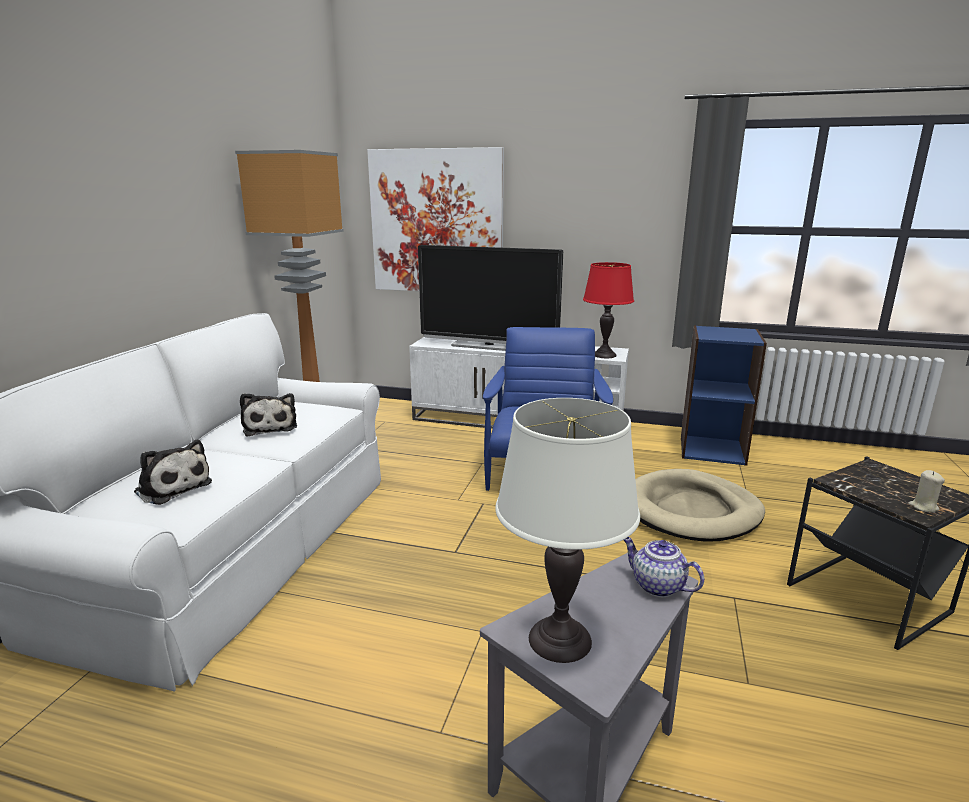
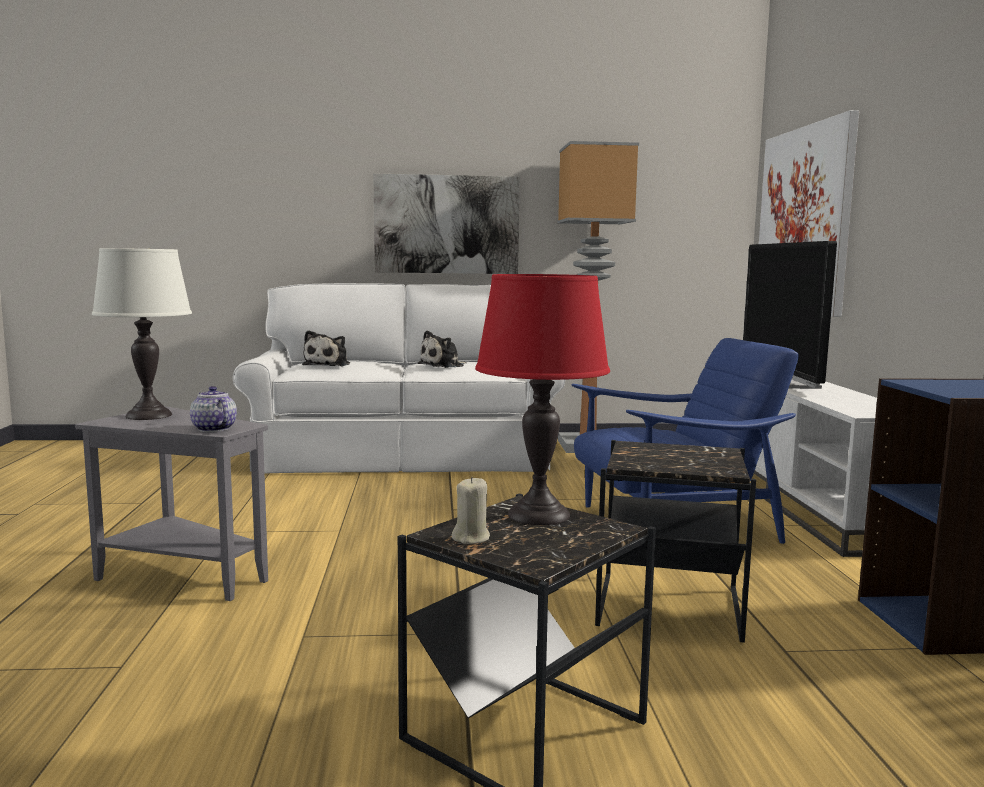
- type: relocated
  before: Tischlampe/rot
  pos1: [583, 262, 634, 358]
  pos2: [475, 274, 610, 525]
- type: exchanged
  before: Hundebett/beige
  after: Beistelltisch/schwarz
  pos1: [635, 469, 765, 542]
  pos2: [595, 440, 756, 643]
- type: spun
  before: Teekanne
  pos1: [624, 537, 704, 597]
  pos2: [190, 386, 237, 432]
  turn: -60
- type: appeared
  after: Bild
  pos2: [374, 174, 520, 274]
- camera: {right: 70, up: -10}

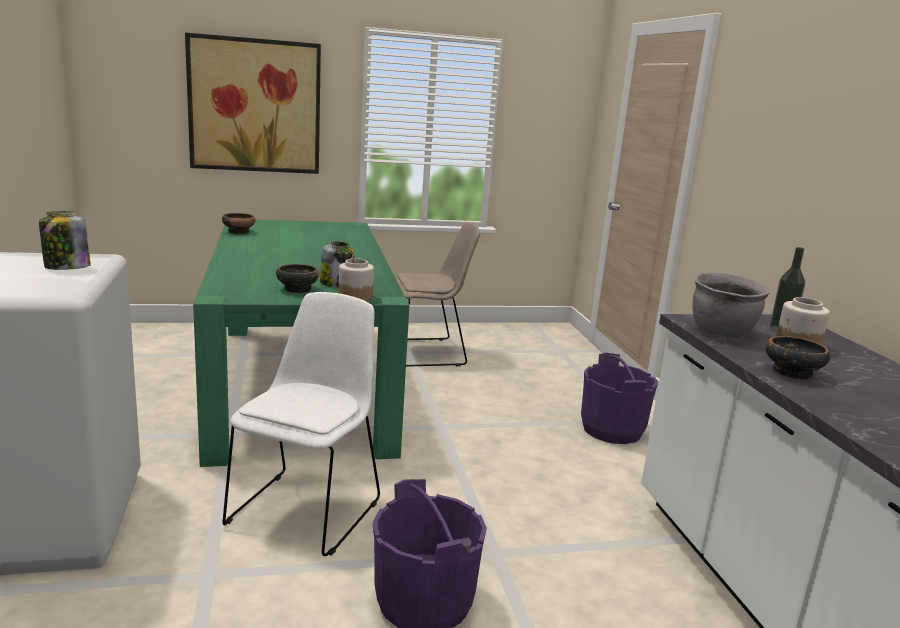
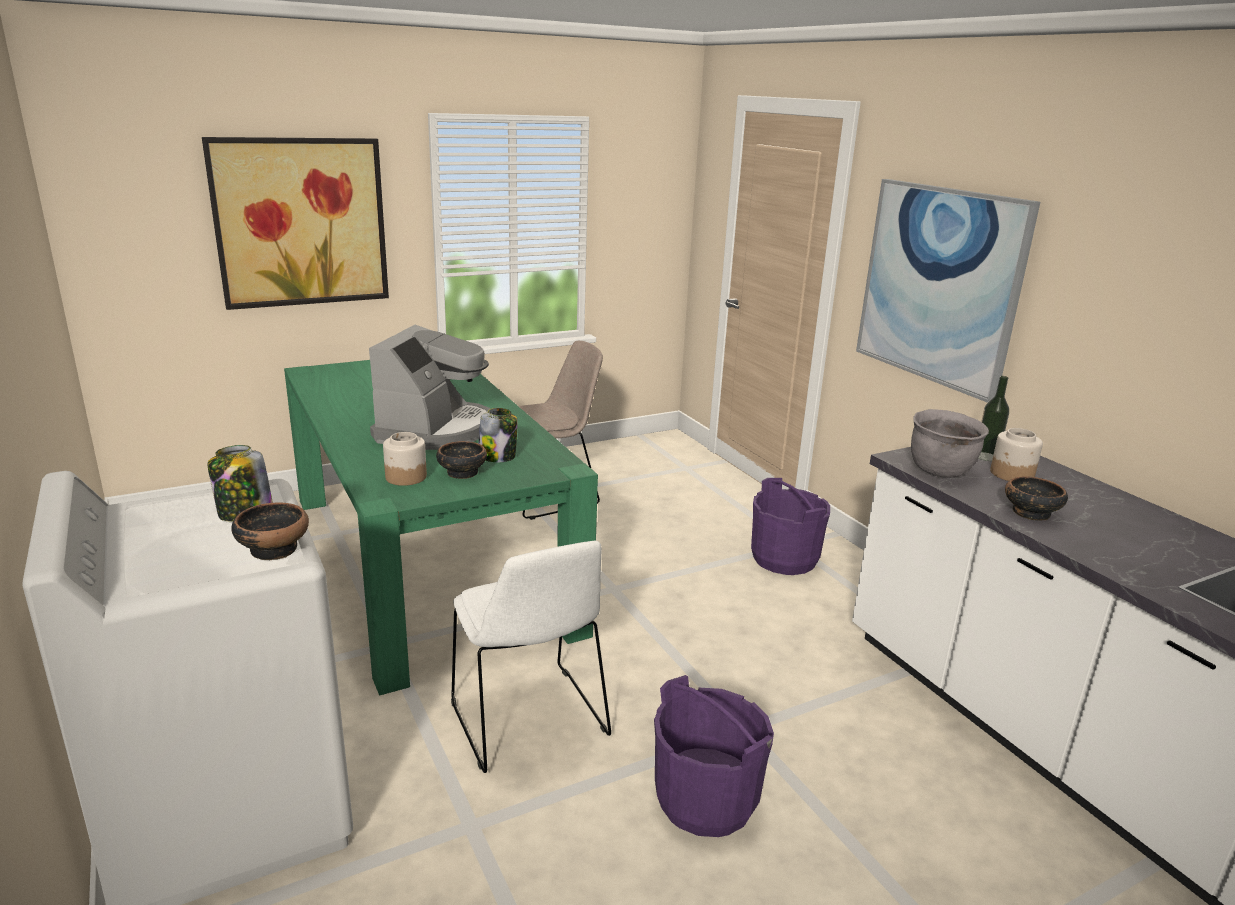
- type: relocated
  before: Schüssel
  pos1: [222, 213, 256, 234]
  pos2: [231, 503, 309, 560]
- type: relocated
  before: Vorratsglas
  pos1: [338, 258, 374, 302]
  pos2: [383, 432, 427, 486]
- type: spun
  before: Stuhl/weiß
  pos1: [223, 292, 380, 556]
  pos2: [451, 540, 611, 773]
  turn: 150
- type: appeared
  after: Bild
  pos2: [856, 179, 1040, 403]
- type: appeared
  after: Kaffeemaschine
  pos2: [369, 325, 490, 450]
- camera: {right: -15, up: 5}

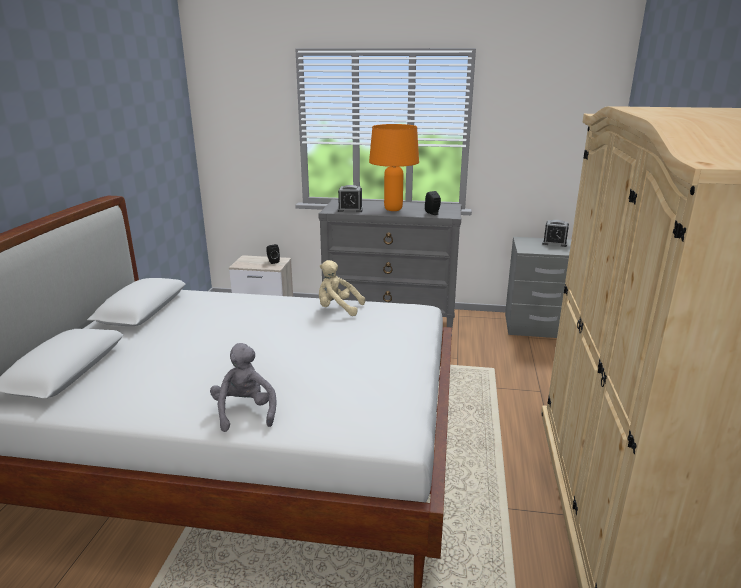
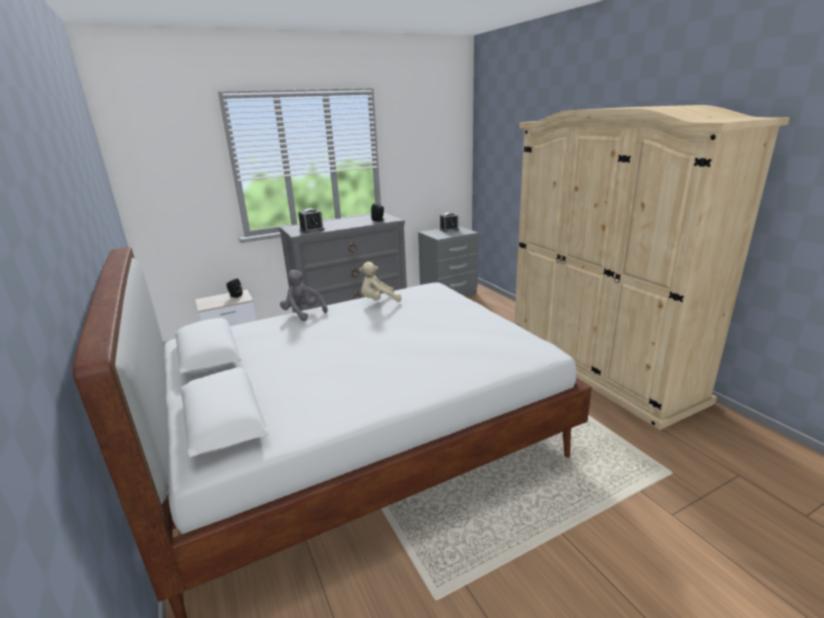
- type: missing
  before: Tischlampe/orange
  pos1: [369, 124, 419, 211]
- type: relocated
  before: Plüschtier/grau
  pos1: [210, 343, 277, 432]
  pos2: [280, 270, 328, 321]
- camera: {right: -35, up: 0}

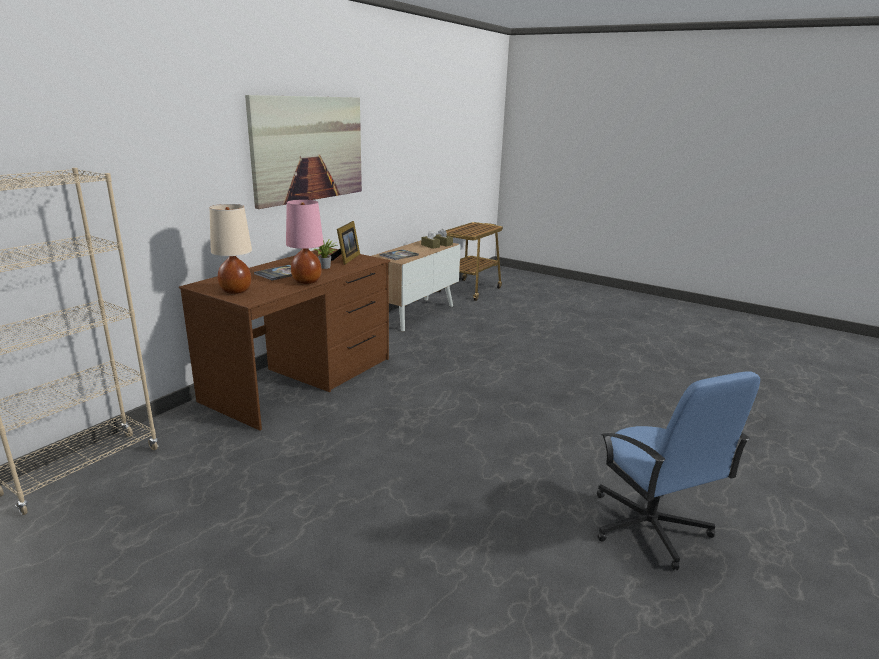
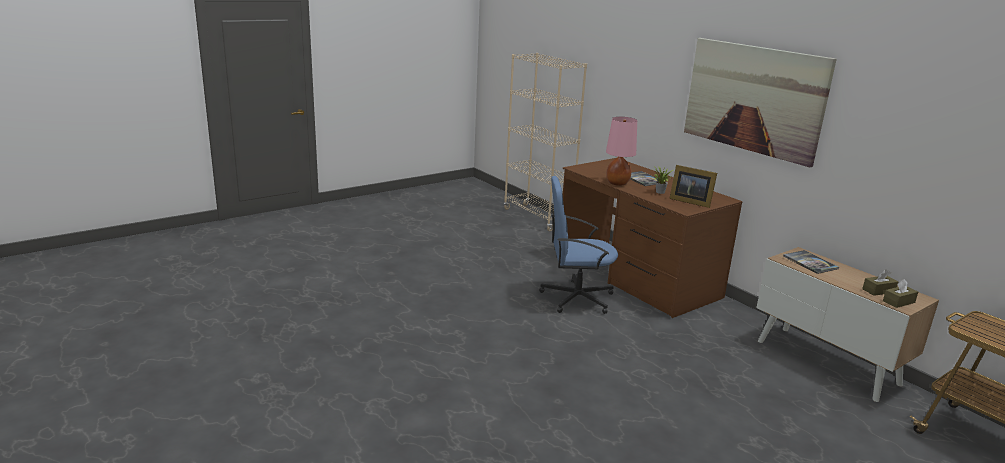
- type: missing
  before: Tischlampe/beige
  pos1: [210, 204, 252, 294]
- type: relocated
  before: Bürostuhl/blau
  pos1: [597, 371, 760, 570]
  pos2: [539, 176, 618, 314]
- camera: {right: 110, up: 0}

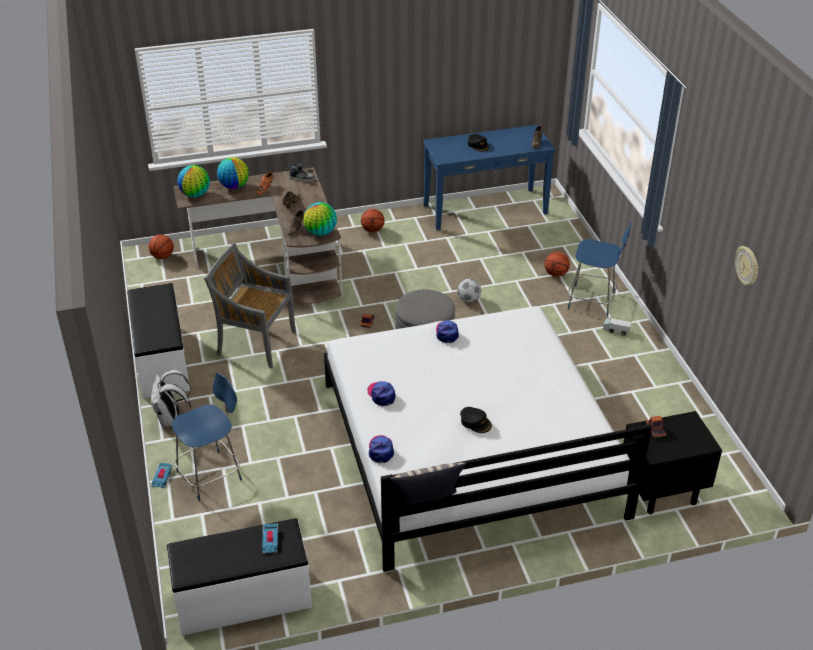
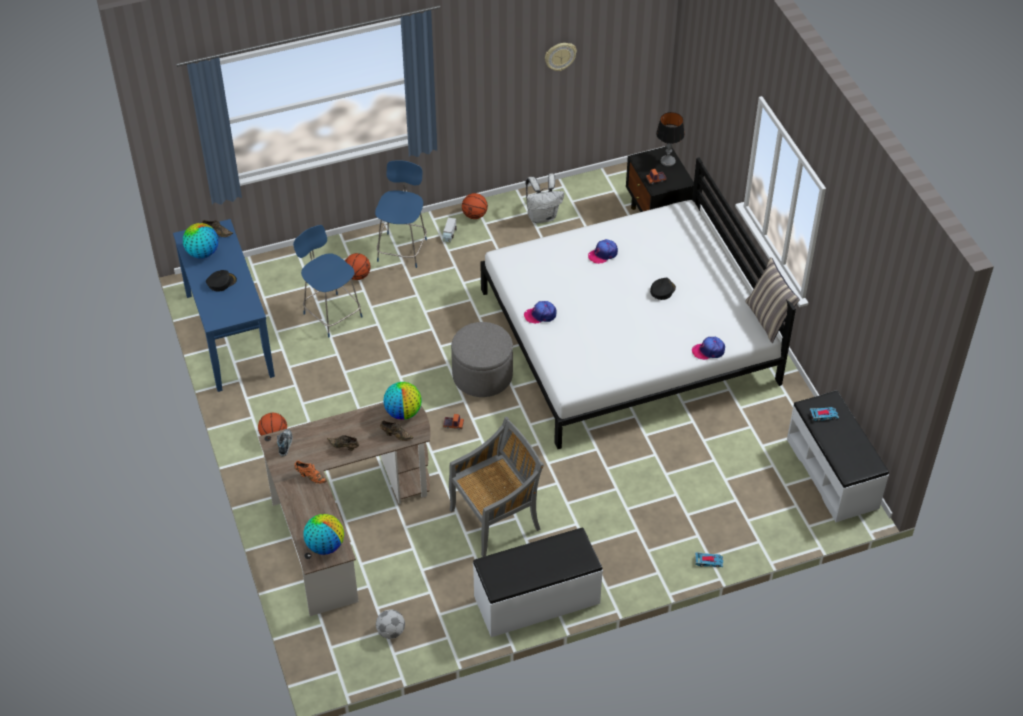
- type: relocated
  before: Globus
  pos1: [217, 157, 249, 189]
  pos2: [183, 223, 218, 259]
- type: relocated
  before: Basketball
  pos1: [148, 235, 174, 259]
  pos2: [462, 193, 488, 219]
- type: spun
  before: Stuhl/grau
  pos1: [204, 243, 296, 368]
  pos2: [449, 417, 544, 557]
  turn: -135
- type: relocated
  before: Fußball
  pos1: [458, 279, 481, 302]
  pos2: [376, 609, 405, 639]
- type: relocated
  before: Rucksack/weiß
  pos1: [151, 370, 191, 427]
  pos2: [526, 173, 564, 223]
- type: relocated
  before: Hocker/blau
  pos1: [172, 372, 242, 501]
  pos2: [293, 225, 363, 338]
- type: relocated
  before: Kappe
  pos1: [367, 381, 395, 406]
  pos2: [588, 239, 618, 264]
- type: appeared
  after: Tischlampe
  pos2: [656, 112, 685, 166]
- camera: {right: -95, up: 10}

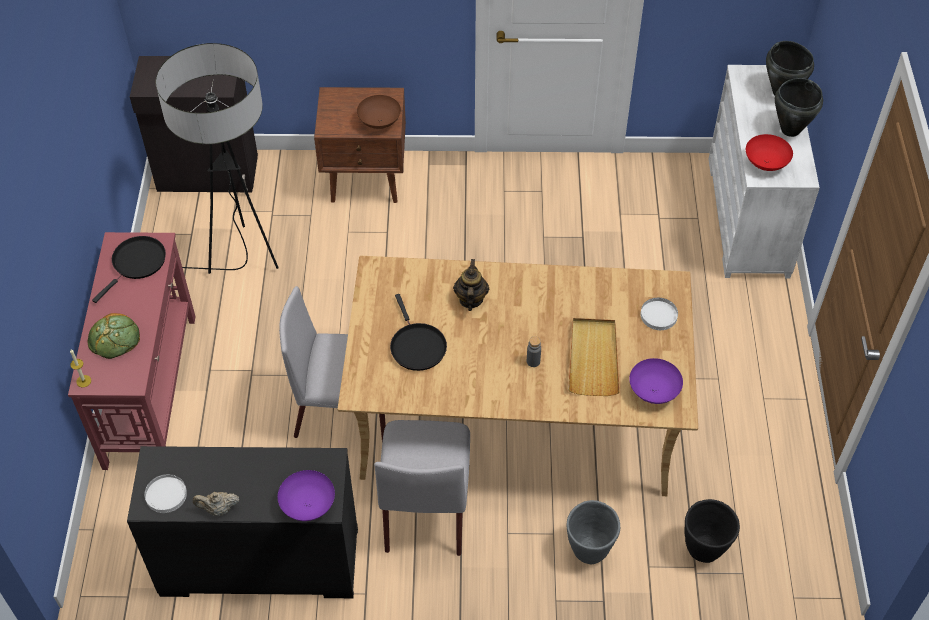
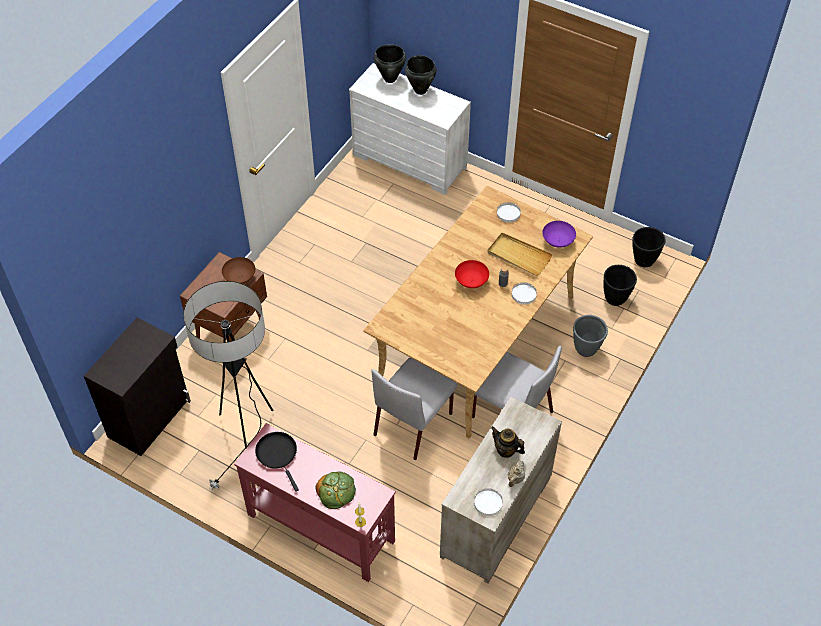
- type: relocated
  before: Schüssel/rot
  pos1: [746, 134, 793, 171]
  pos2: [455, 260, 489, 288]
- type: relocated
  before: Teekanne
  pos1: [453, 259, 489, 311]
  pos2: [491, 426, 525, 458]
- type: missing
  before: Pfanne/schwarz
  pos1: [390, 294, 447, 371]
- type: colour
  before: Kommode/schwarz
  after: Kommode/beige
  pos1: [127, 446, 358, 598]
  pos2: [440, 397, 562, 584]
- type: missing
  before: Schüssel/lila
  pos1: [278, 470, 335, 521]
- type: appeared
  after: Pflanzkübel/schwarz
  pos2: [632, 227, 666, 267]
- type: appeared
  after: Teller/weiß
  pos2: [511, 282, 537, 305]
- camera: {right: -60, up: 0}

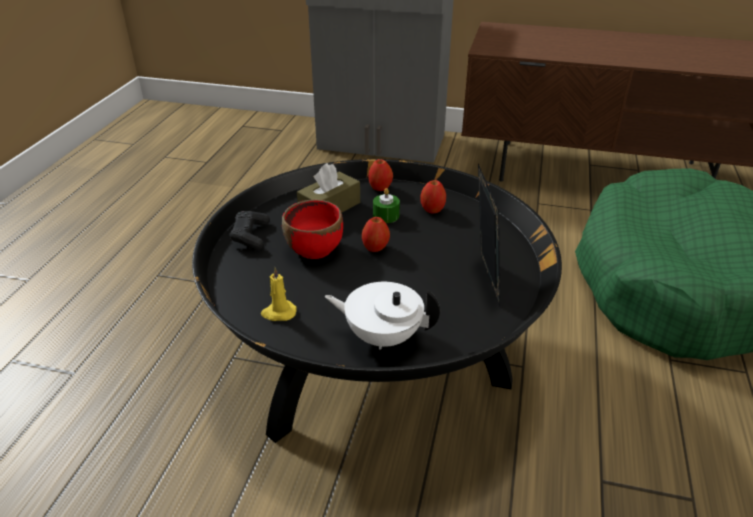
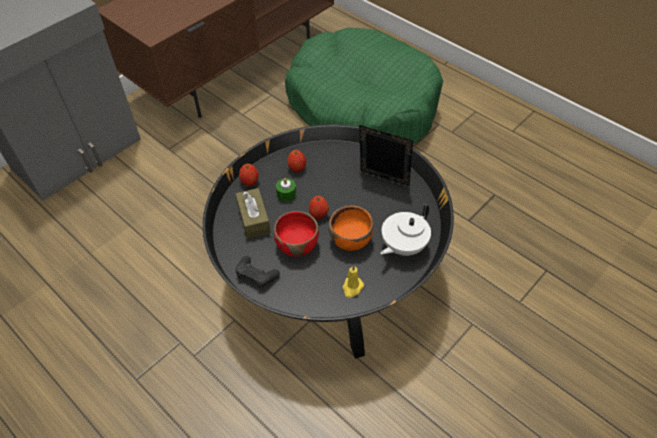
- type: appeared
  after: Schüssel/orange
  pos2: [329, 205, 373, 251]
- camera: {right: -60, up: 15}

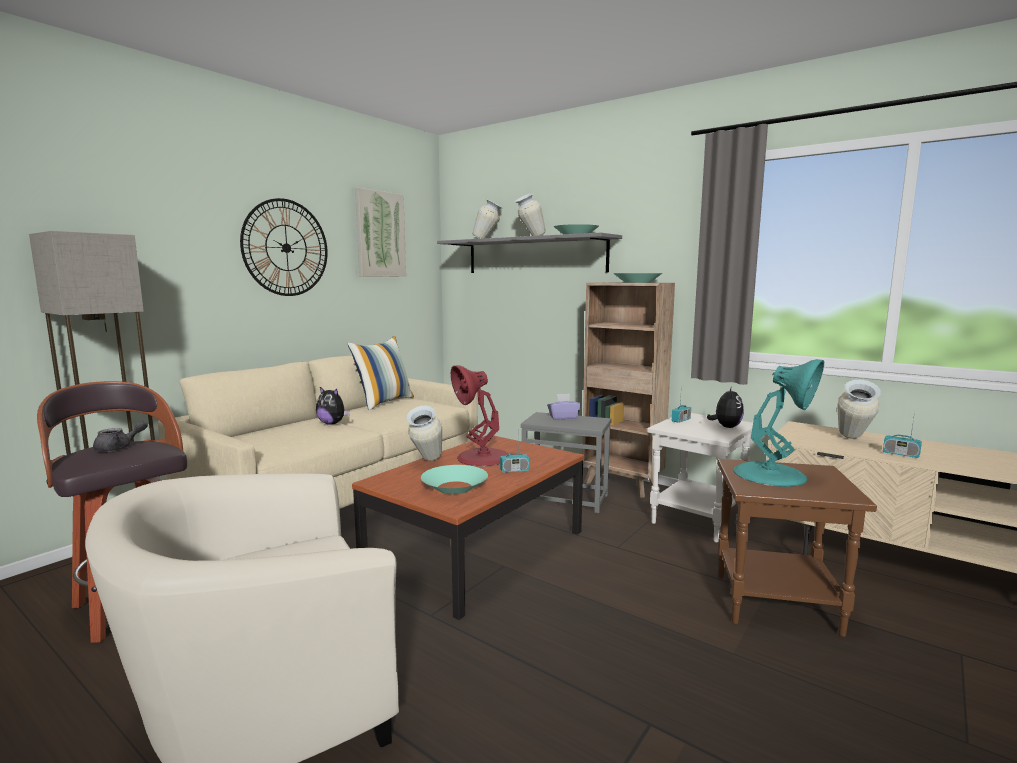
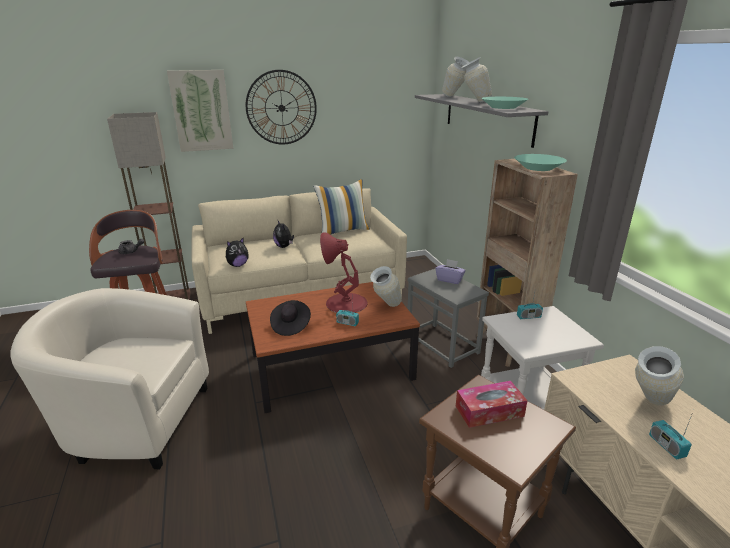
- type: relocated
  before: Bild
  pos1: [355, 188, 406, 277]
  pos2: [167, 70, 233, 152]
- type: exchanged
  before: Tischlampe/türkis
  after: Taschentuchbox
  pos1: [733, 359, 824, 487]
  pos2: [456, 381, 528, 428]
- type: relocated
  before: Plüschtier
  pos1: [707, 387, 744, 428]
  pos2: [226, 238, 249, 267]
- type: relocated
  before: Vase
  pos1: [406, 406, 442, 461]
  pos2: [370, 266, 402, 307]
- type: exchanged
  before: Schüssel/türkis
  after: Hut/schwarz
  pos1: [421, 465, 488, 494]
  pos2: [270, 300, 311, 336]
- camera: {right: 35, up: 15}

